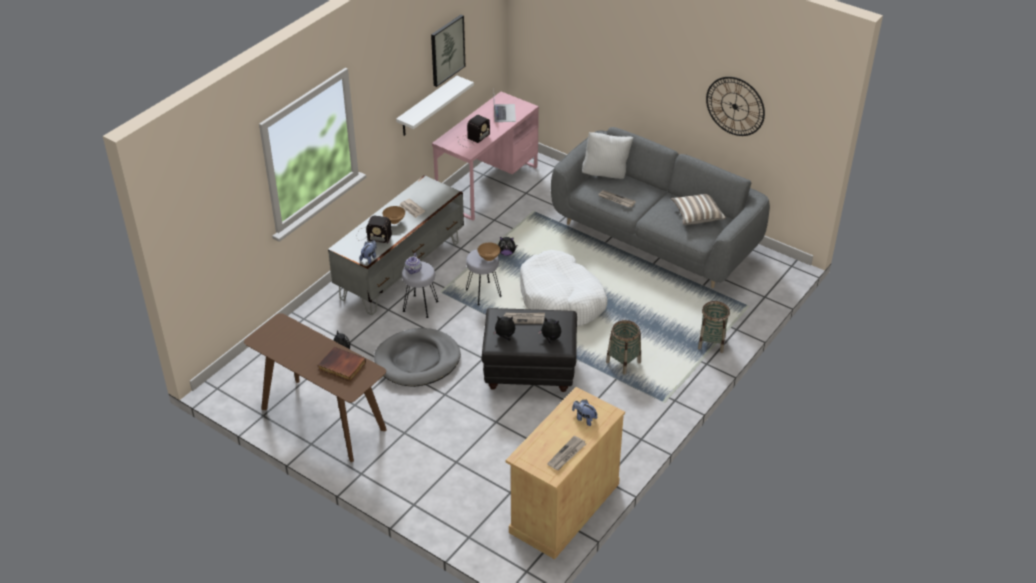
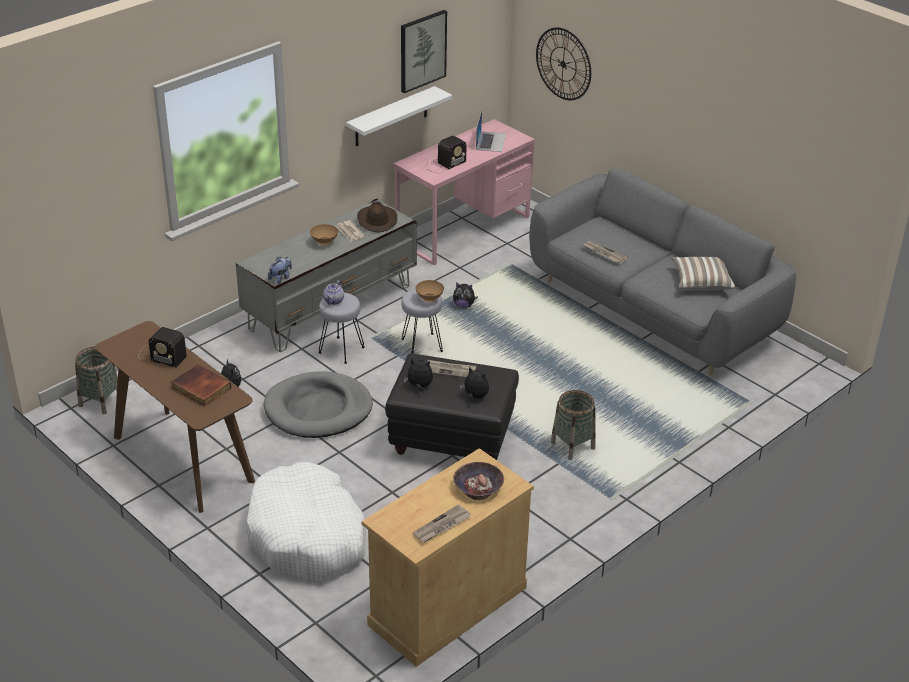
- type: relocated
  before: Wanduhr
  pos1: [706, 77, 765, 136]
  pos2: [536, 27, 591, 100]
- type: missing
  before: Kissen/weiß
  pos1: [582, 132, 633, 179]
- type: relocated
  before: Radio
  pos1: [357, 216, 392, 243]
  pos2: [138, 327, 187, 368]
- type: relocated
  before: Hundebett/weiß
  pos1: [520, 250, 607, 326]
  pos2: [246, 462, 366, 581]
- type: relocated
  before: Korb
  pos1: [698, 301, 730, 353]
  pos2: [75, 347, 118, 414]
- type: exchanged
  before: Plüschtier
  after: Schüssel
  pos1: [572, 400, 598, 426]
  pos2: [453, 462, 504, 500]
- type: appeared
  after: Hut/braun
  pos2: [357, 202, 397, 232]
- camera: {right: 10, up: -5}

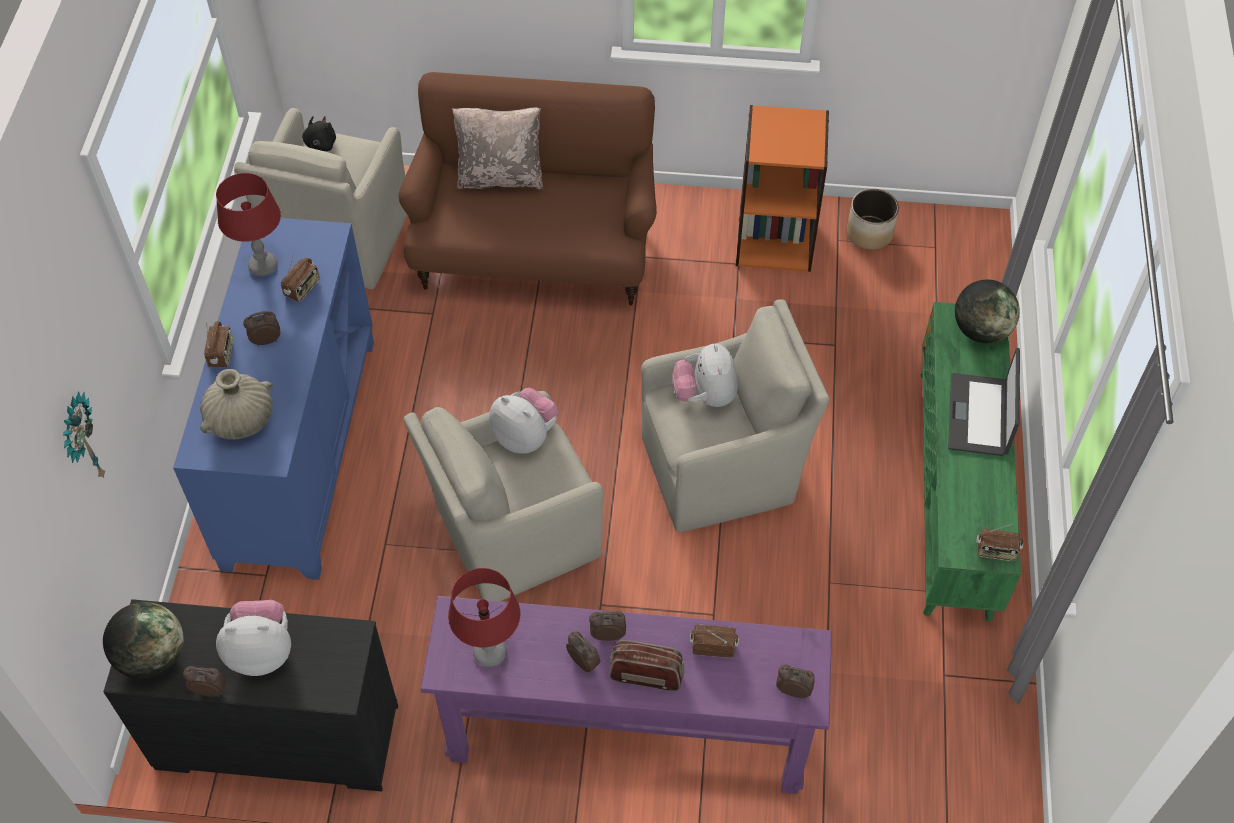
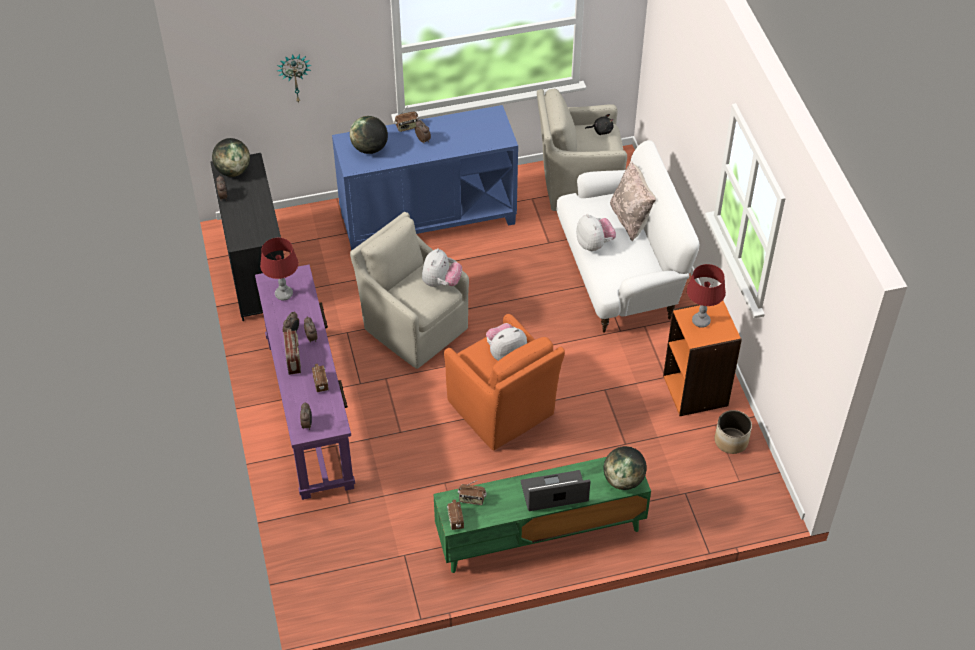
- type: colour
  before: Sofa/braun
  after: Sofa/weiß
  pos1: [398, 72, 657, 305]
  pos2: [556, 140, 699, 333]
- type: relocated
  before: Tischlampe/rot
  pos1: [216, 173, 281, 276]
  pos2: [687, 264, 726, 328]
- type: relocated
  before: Radio
  pos1: [281, 254, 320, 302]
  pos2: [458, 480, 486, 505]
- type: colour
  before: Sessel/beige
  after: Sessel/orange
  pos1: [641, 299, 829, 532]
  pos2: [444, 314, 565, 450]
- type: exchanged
  before: Vase/beige
  after: Globus
  pos1: [200, 369, 273, 439]
  pos2: [350, 116, 388, 154]
- type: relocated
  before: Plüschtier
  pos1: [216, 600, 291, 676]
  pos2: [576, 214, 616, 251]
- camera: {right: 70, up: -5}

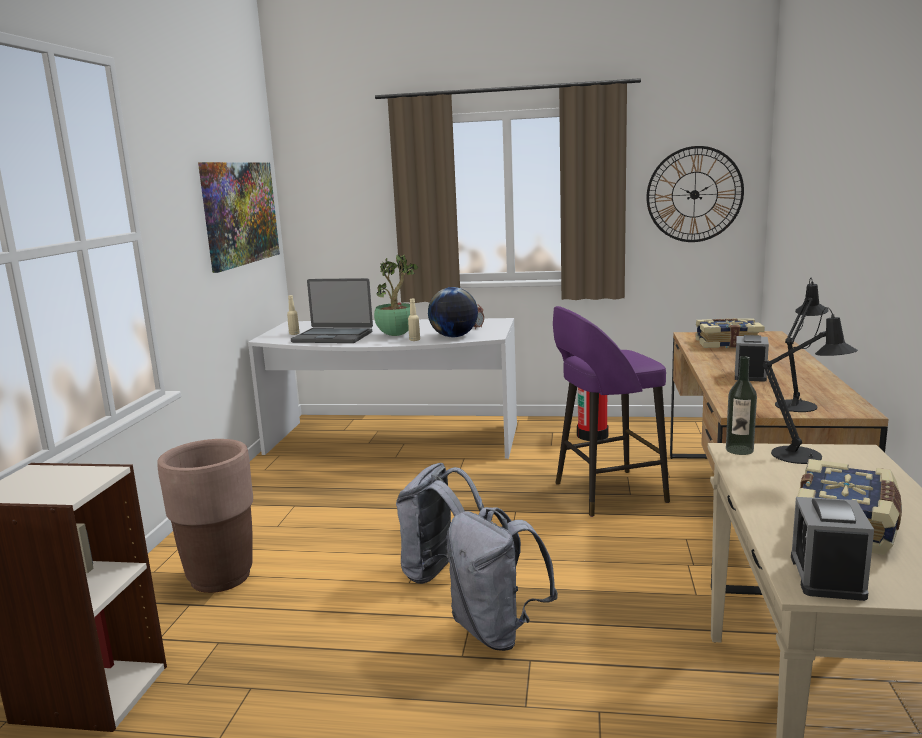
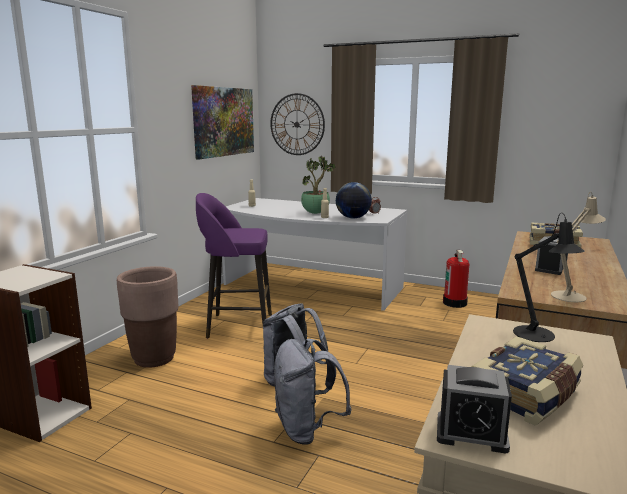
- type: relocated
  before: Wanduhr
  pos1: [646, 146, 744, 242]
  pos2: [270, 93, 325, 155]
- type: missing
  before: Laptop
  pos1: [291, 278, 373, 343]
- type: colour
  before: Tischlampe/schwarz
  after: Tischlampe/beige
  pos1: [775, 278, 829, 412]
  pos2: [551, 192, 606, 302]
- type: relocated
  before: Hocker/lila
  pos1: [553, 306, 670, 517]
  pos2: [196, 193, 272, 339]
- type: missing
  before: Flasche
  pos1: [726, 356, 757, 455]
- type: spun
  before: Wecker
  pos1: [791, 497, 874, 601]
  pos2: [437, 365, 512, 454]
  turn: -105
- camera: {right: 15, up: 0}

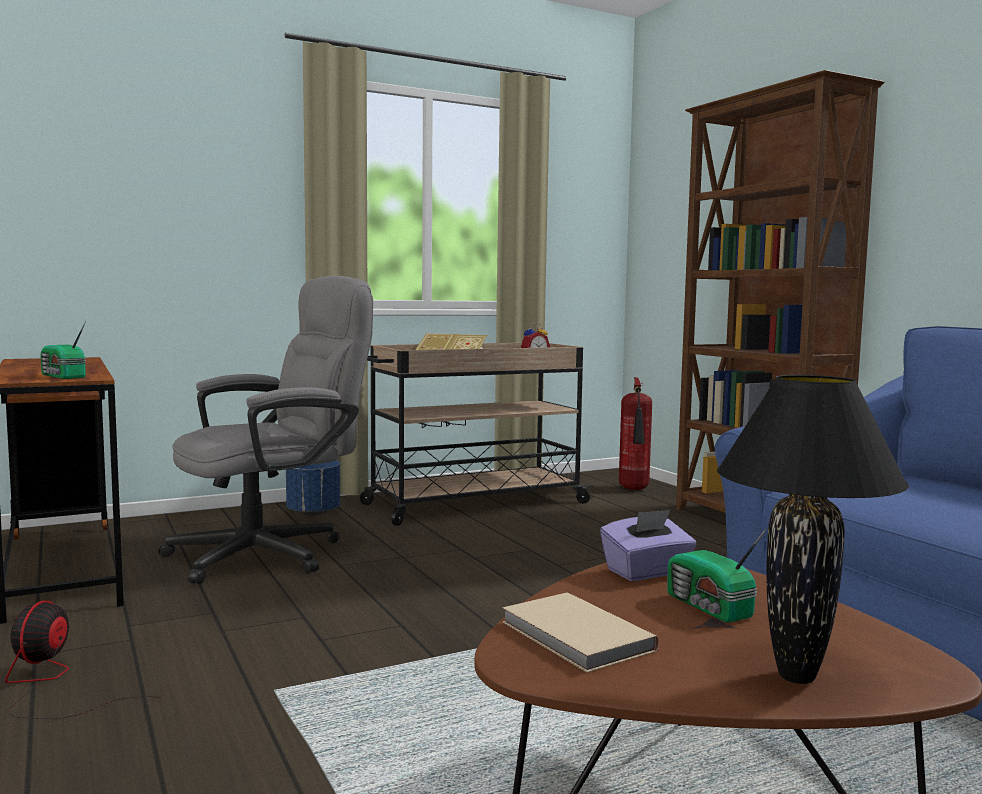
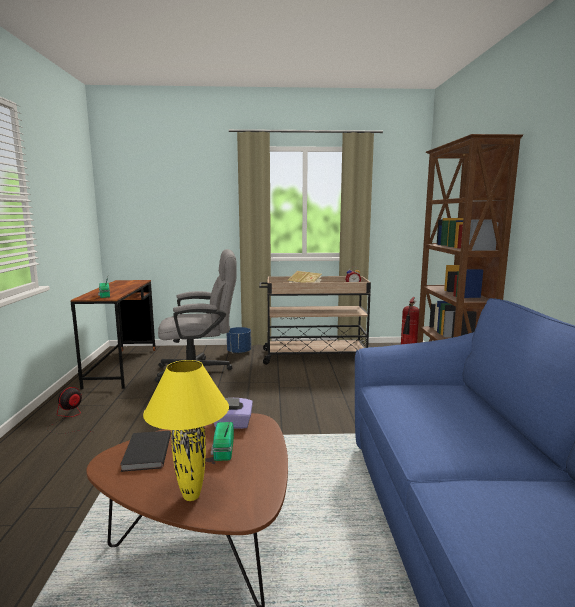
- type: colour
  before: Tischlampe/schwarz
  after: Tischlampe/gelb
  pos1: [717, 375, 909, 684]
  pos2: [143, 360, 229, 501]
- type: colour
  before: Buch/beige
  after: Buch/schwarz
  pos1: [503, 592, 659, 672]
  pos2: [120, 431, 171, 472]
- camera: {right: 25, up: 5}

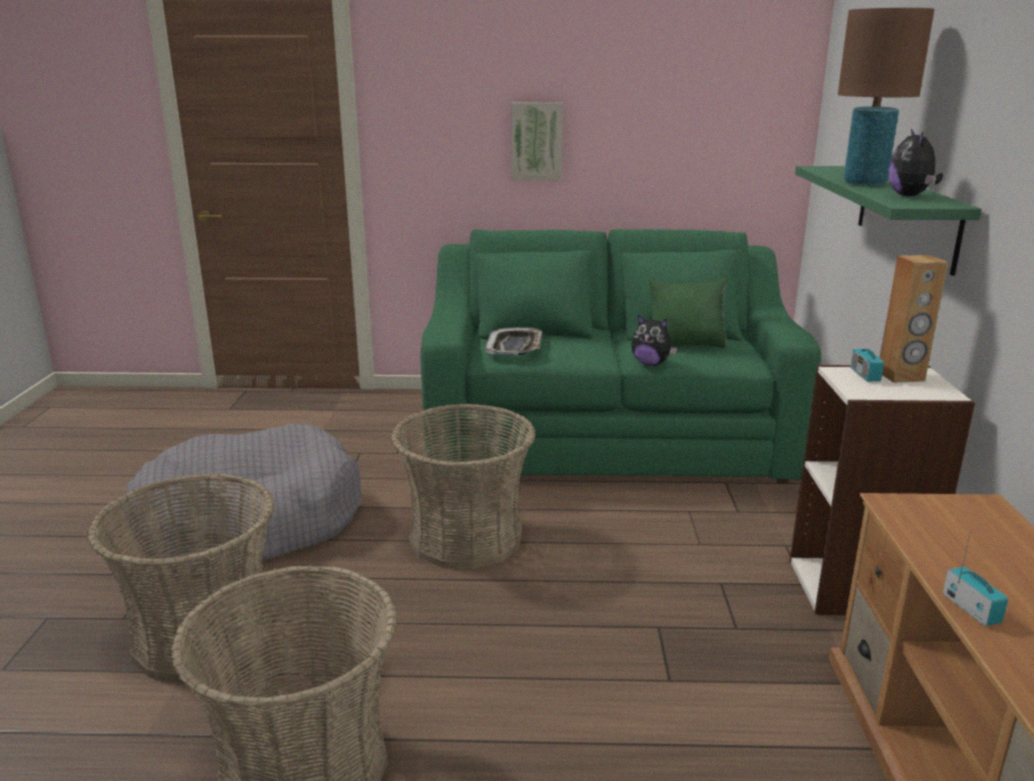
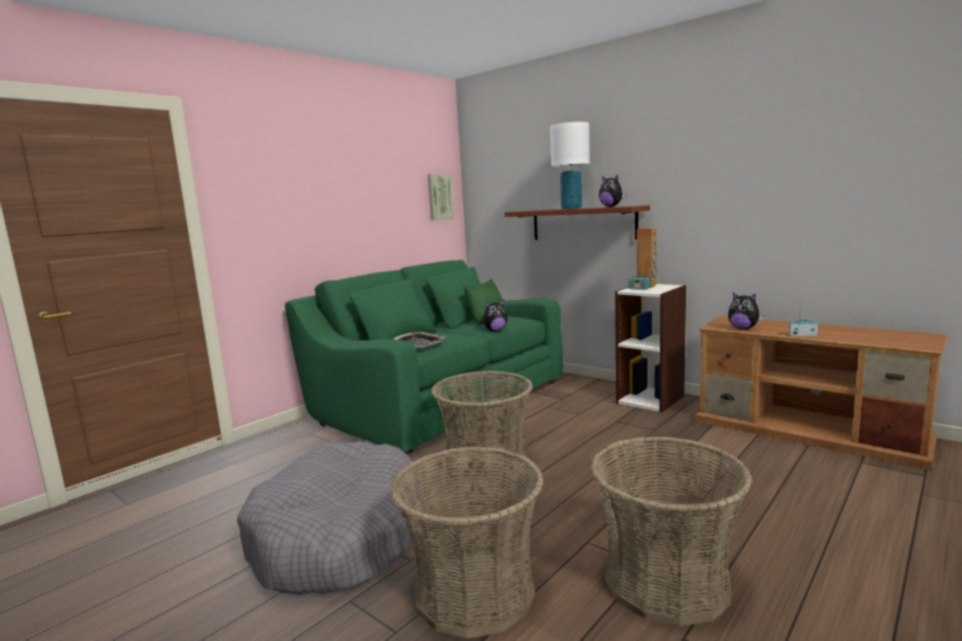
- type: colour
  before: Tischlampe/braun
  after: Tischlampe/weiß
  pos1: [838, 8, 934, 186]
  pos2: [550, 122, 590, 209]
- type: relocated
  before: Bild
  pos1: [511, 103, 563, 181]
  pos2: [427, 174, 455, 221]
- type: colour
  before: Wandregal/grün
  after: Wandregal/braun
  pos1: [795, 166, 982, 276]
  pos2: [505, 205, 650, 240]
- type: appeared
  after: Plüschtier
  pos2: [728, 293, 764, 329]
- camera: {right: -50, up: -10}

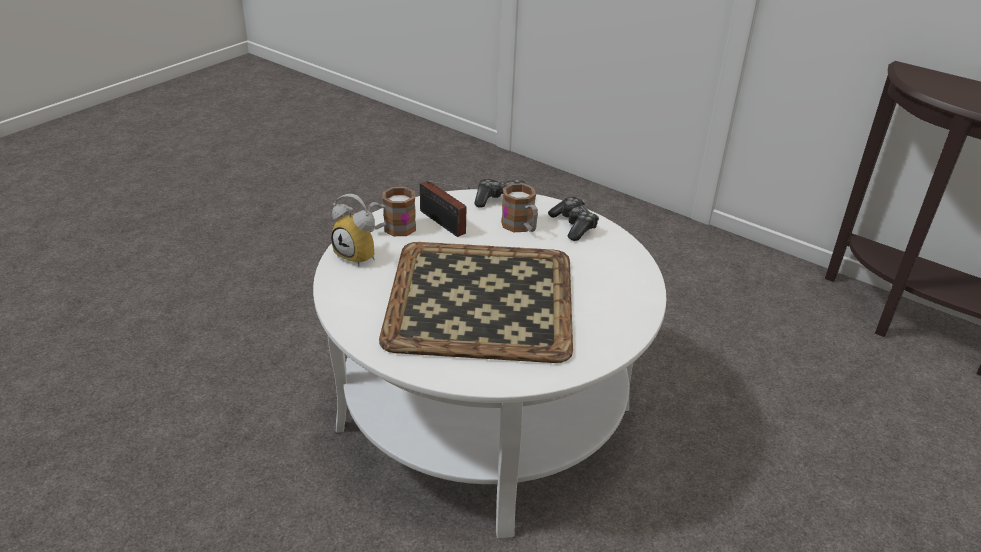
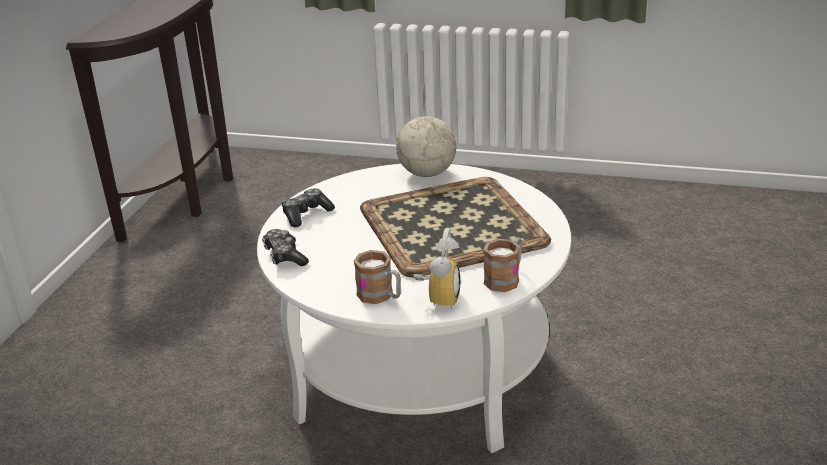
- type: missing
  before: Radio
  pos1: [420, 181, 470, 237]
- type: relocated
  before: Henkelbecher
  pos1: [501, 183, 538, 232]
  pos2: [484, 237, 522, 292]
- type: appeared
  after: Globus
  pos2: [396, 85, 456, 177]
- camera: {right: -110, up: -5}

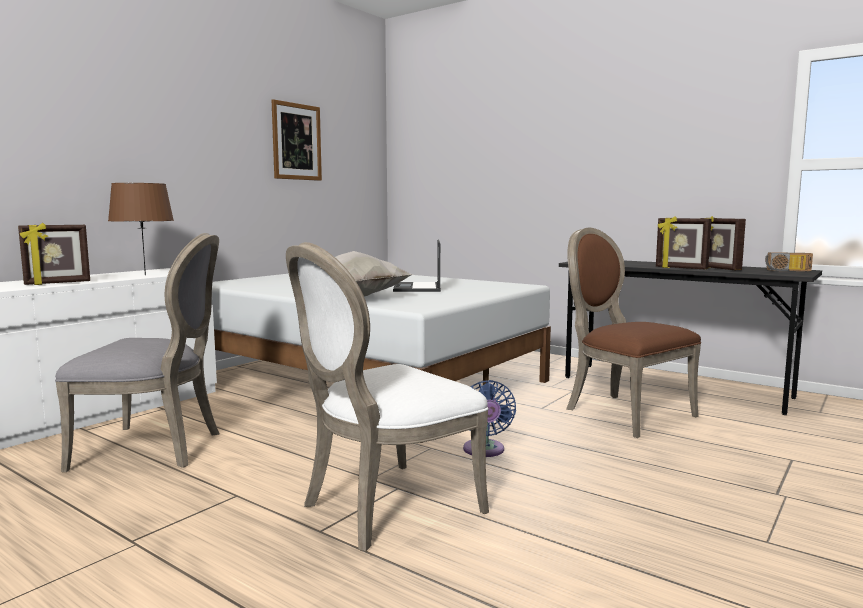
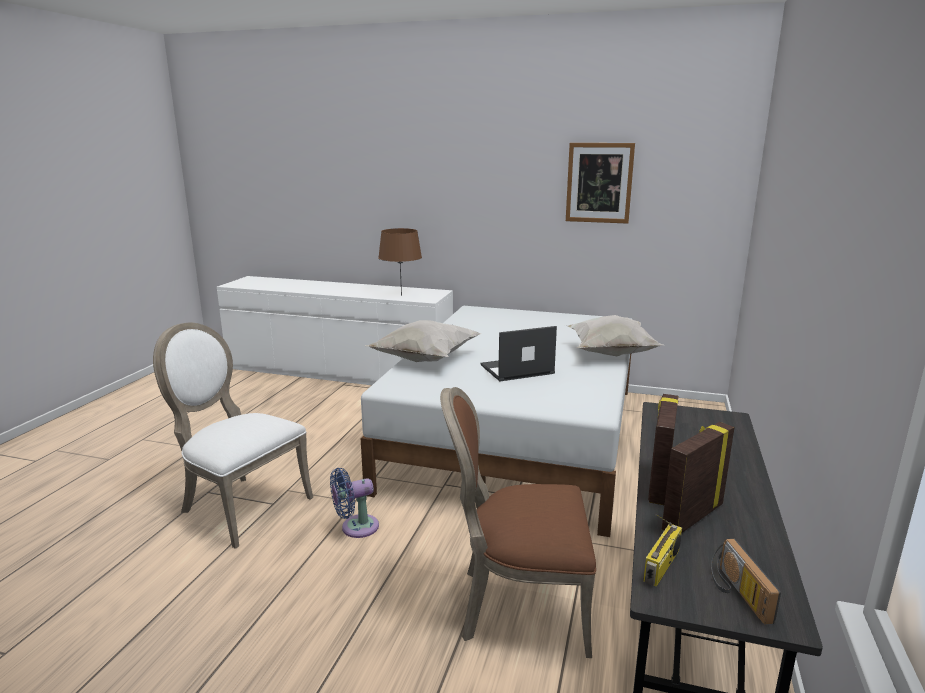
- type: missing
  before: Bilderrahmen
  pos1: [18, 223, 90, 285]
- type: spun
  before: Stuhl/braun
  pos1: [566, 228, 701, 438]
  pos2: [440, 387, 596, 658]
  turn: -120
- type: missing
  before: Stuhl/grau
  pos1: [55, 233, 220, 472]
- type: appeared
  after: Kissen/weiß
  pos2: [565, 315, 664, 356]
- type: appeared
  after: Radio
  pos2: [643, 514, 682, 587]
- camera: {right: 70, up: 10}

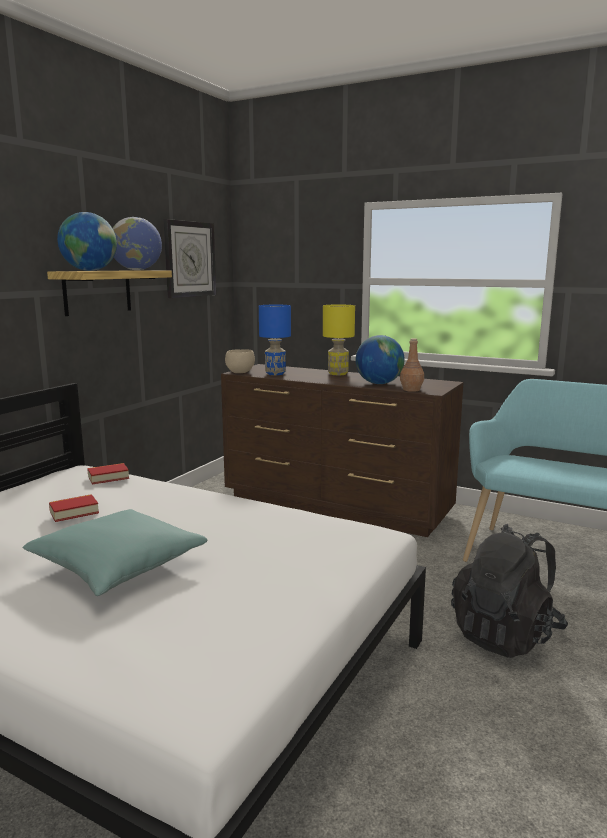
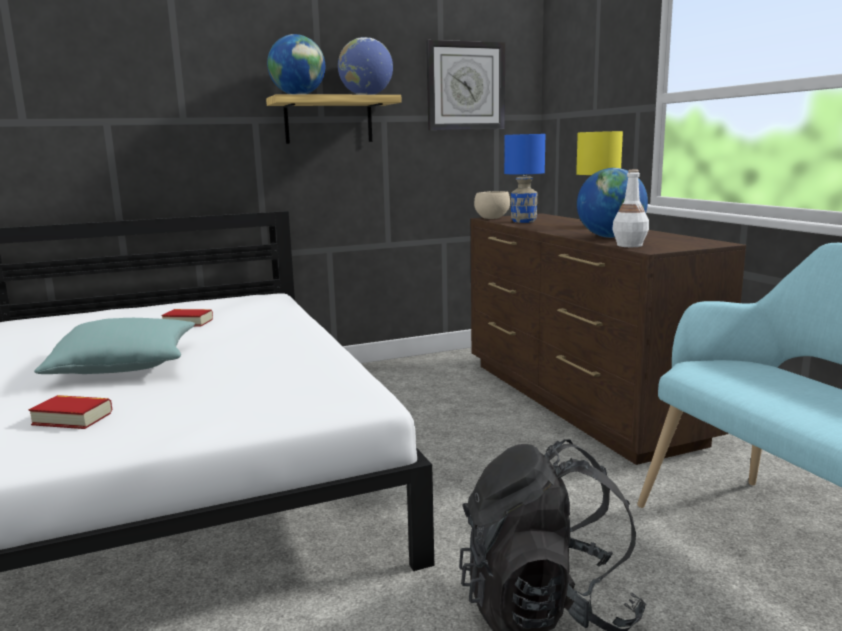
- type: colour
  before: Flasche/braun
  after: Flasche/weiß
  pos1: [400, 338, 424, 392]
  pos2: [612, 170, 649, 247]
- type: relocated
  before: Buch
  pos1: [87, 463, 129, 484]
  pos2: [28, 395, 112, 429]
- camera: {right: 40, up: 0}

